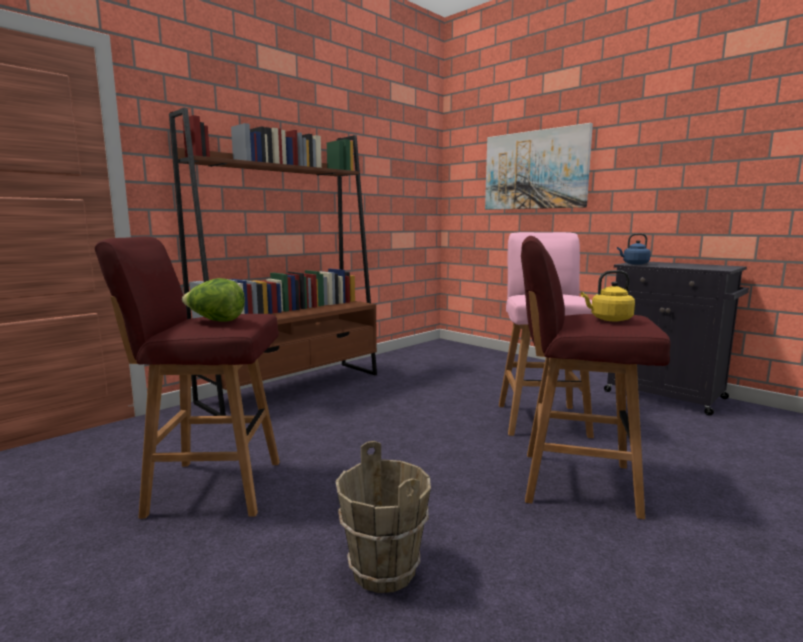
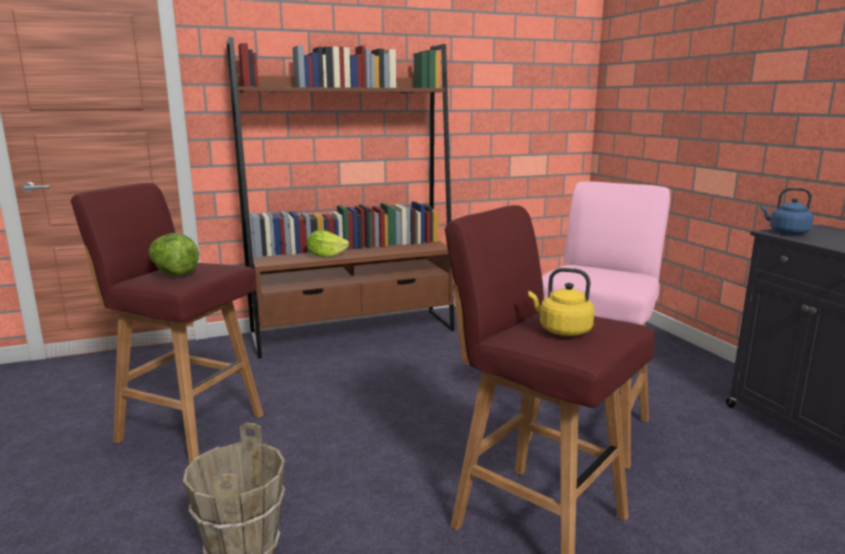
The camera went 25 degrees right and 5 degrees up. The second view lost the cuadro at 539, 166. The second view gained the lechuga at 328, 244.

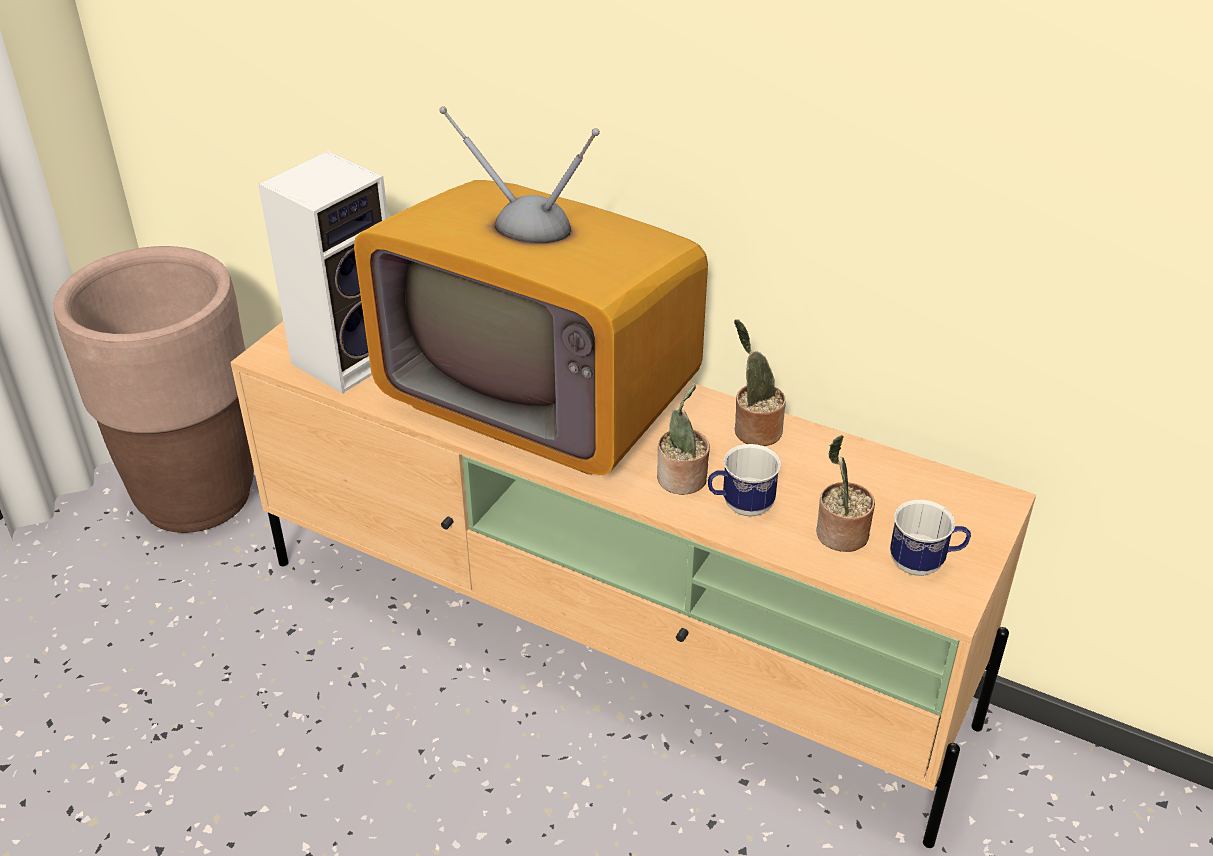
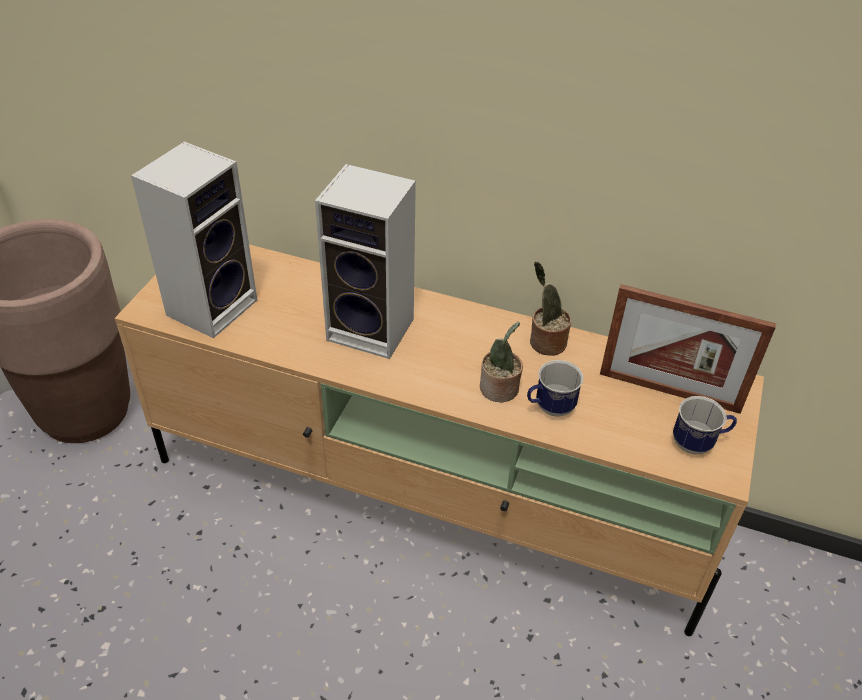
The camera went 10 degrees left and 5 degrees up. Where the televisor stood at 531, 290, the altavoz came to stand at 365, 261. The second view lost the planta en maceta at 845, 493. The second view gained the portarretratos at 688, 349.

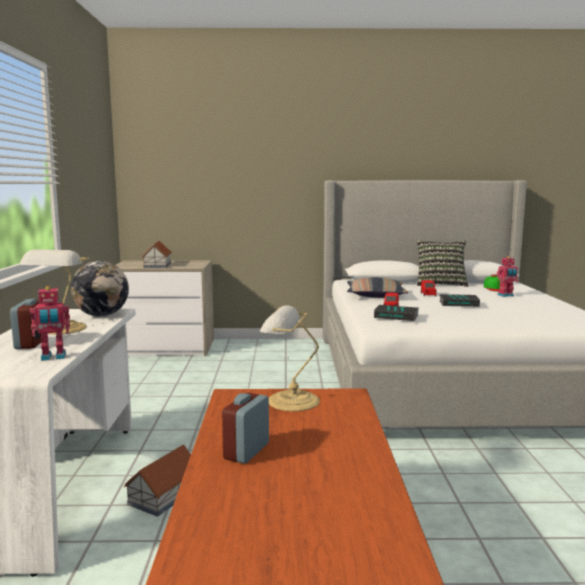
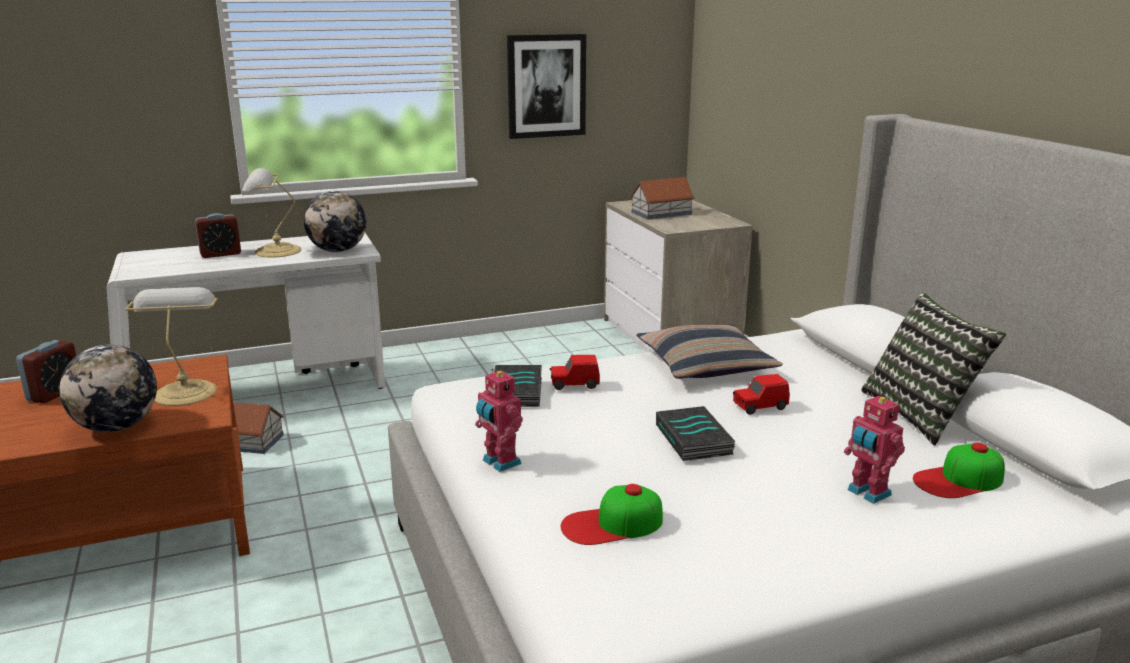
The camera went 70 degrees right and 10 degrees up. The robot de juguete ended up elsewhere, having gone from 50, 323 to 499, 420. The despertador at 245, 428 ended up facing another way, 105 degrees clockwise from before. The second view gained the globo terráqueo at 108, 388. The second view gained the cuadro at 546, 86. The second view gained the gorra at 612, 514.

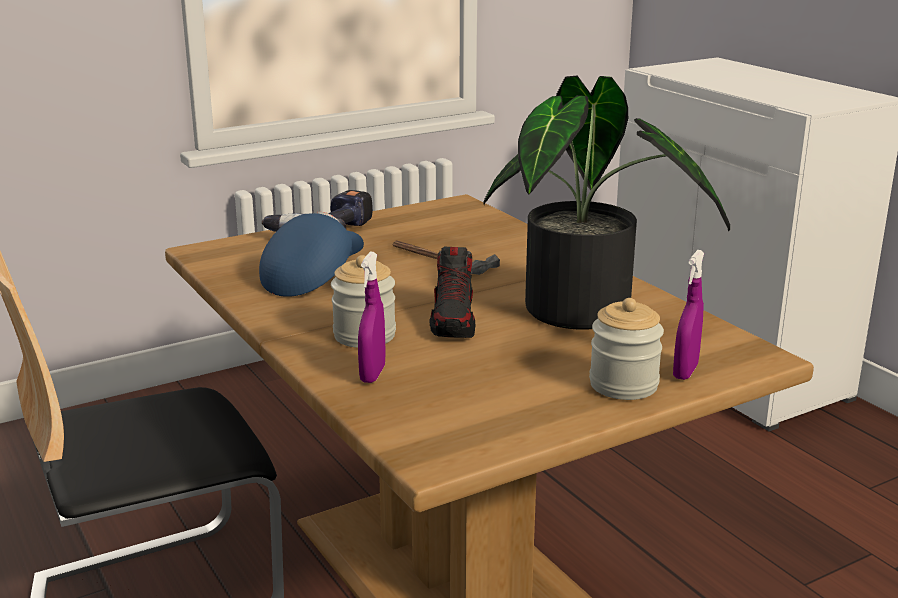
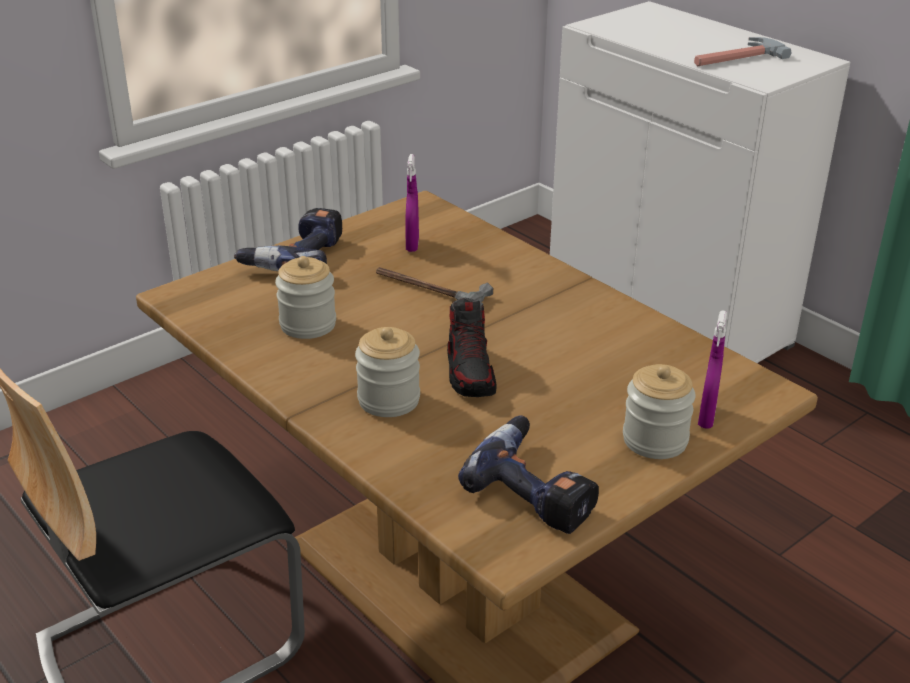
The camera went 10 degrees left and 10 degrees up. Where the gorra/azul stood at 311, 254, the tarro came to stand at 305, 297. The pulverizador/morado ended up elsewhere, having gone from 372, 317 to 412, 203. The second view lost the planta en maceta at 606, 202. The second view gained the taladro at 528, 474. The second view gained the martillo at 742, 51.

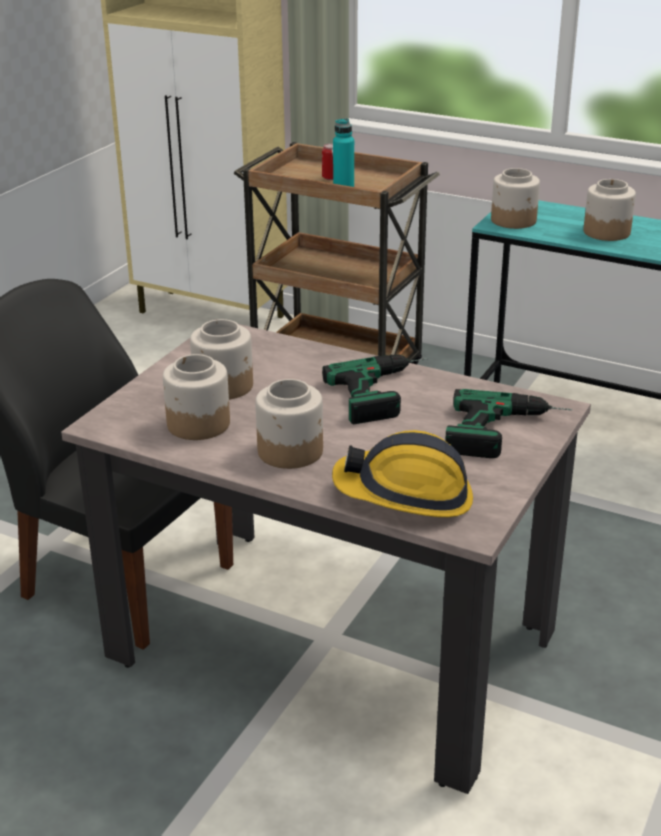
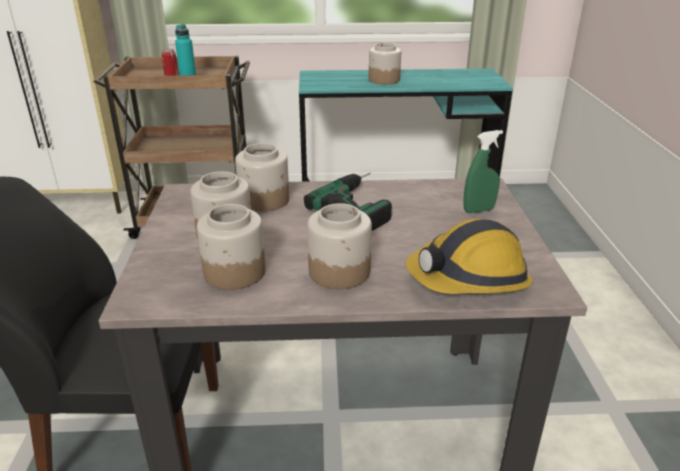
The camera went 30 degrees left and 0 degrees up. Where the taladro stood at 509, 423, the pulverizador/verde came to stand at 483, 171. The tarro ended up elsewhere, having gone from 515, 198 to 262, 177.

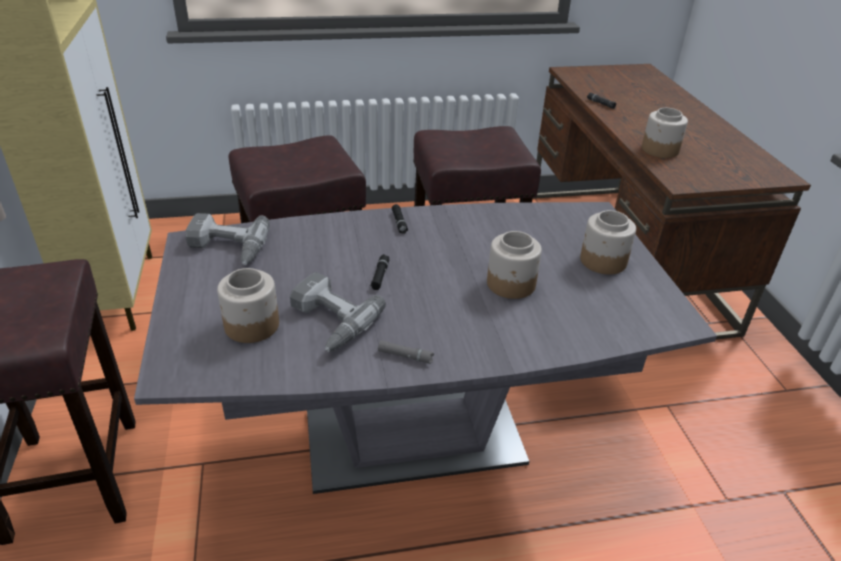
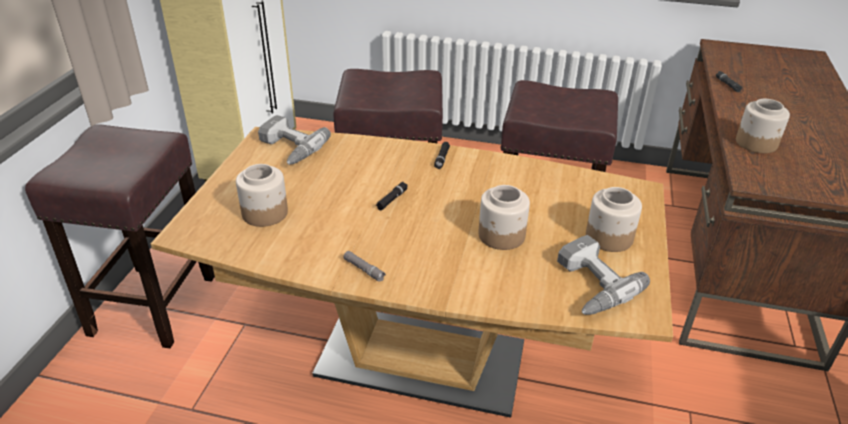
The camera went 25 degrees right and 0 degrees up. What was the mesa de comedor/gris at 425, 348 turned into the mesa de comedor/marrón at 412, 272. The taladro ended up elsewhere, having gone from 338, 312 to 603, 275.

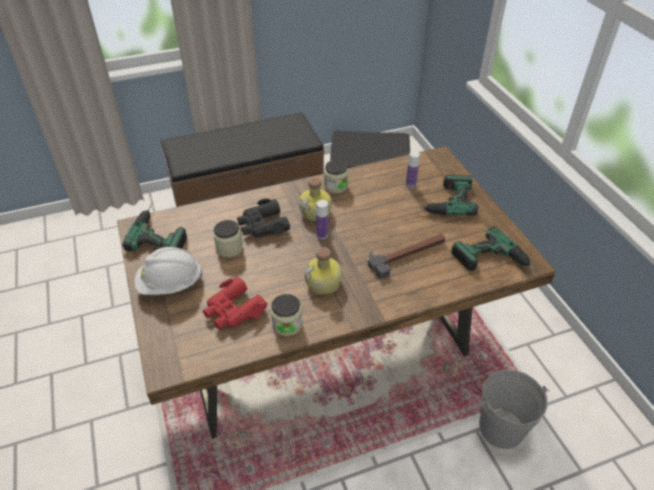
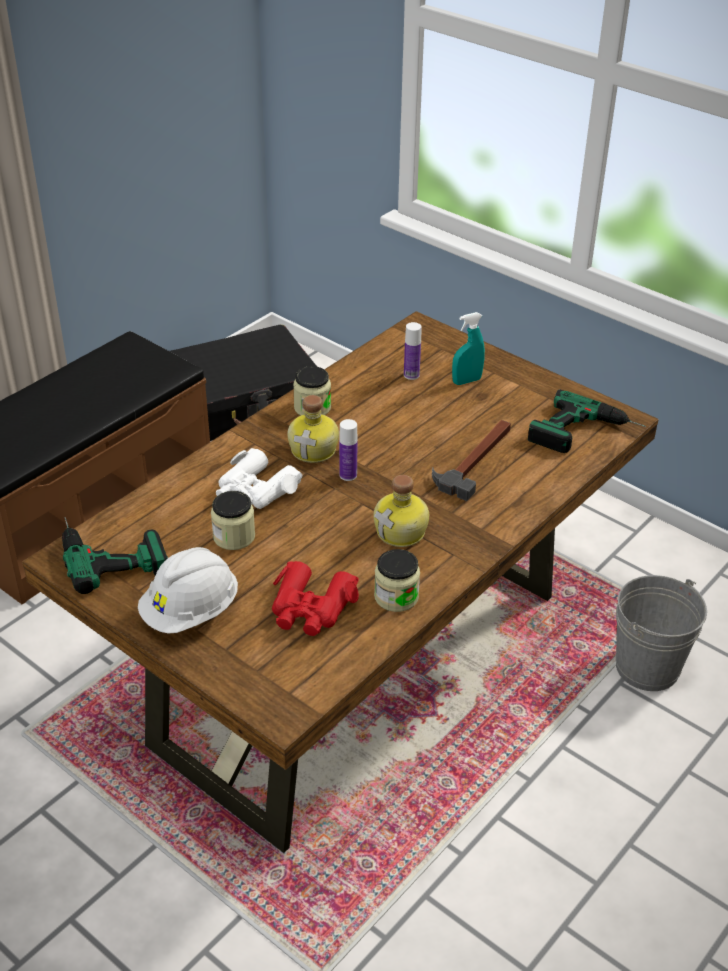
The camera went 30 degrees left and 5 degrees down. What was the prismáticos/negro at 263, 217 turned into the prismáticos/blanco at 259, 478. Where the taladro stood at 445, 195, the pulverizador/turquesa came to stand at 468, 348.

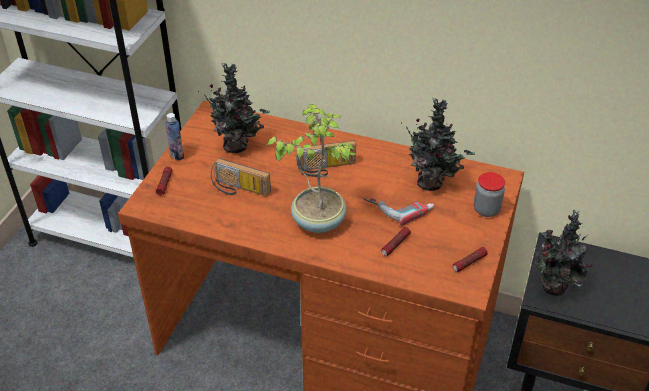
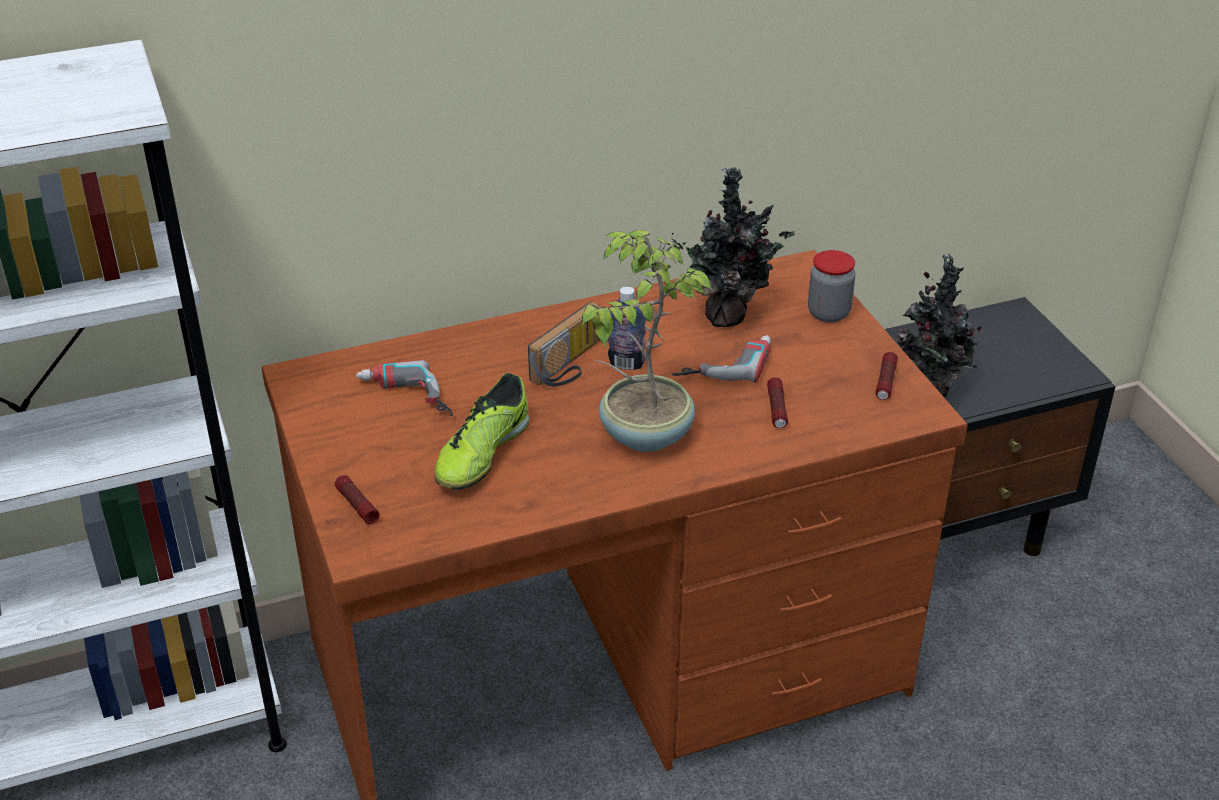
The camera went 40 degrees left and 5 degrees down. The botella ended up elsewhere, having gone from 174, 137 to 627, 328. Where the planta en maceta stood at 234, 108, the taladro came to stand at 404, 388. Where the radio stood at 241, 177, the zapato came to stand at 482, 431.

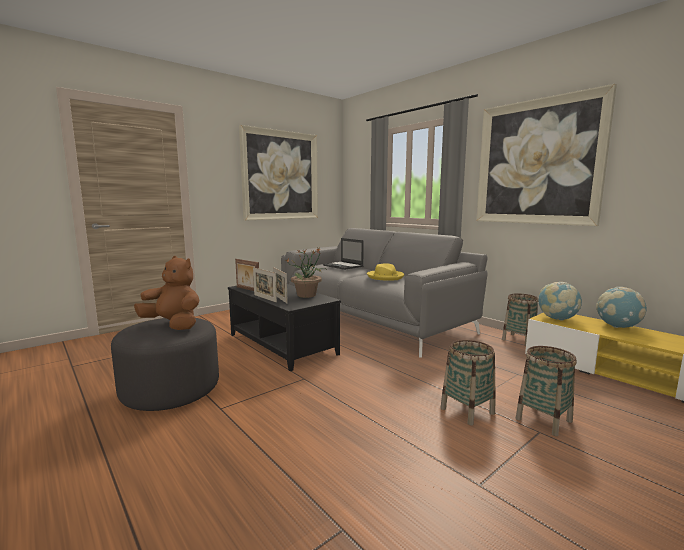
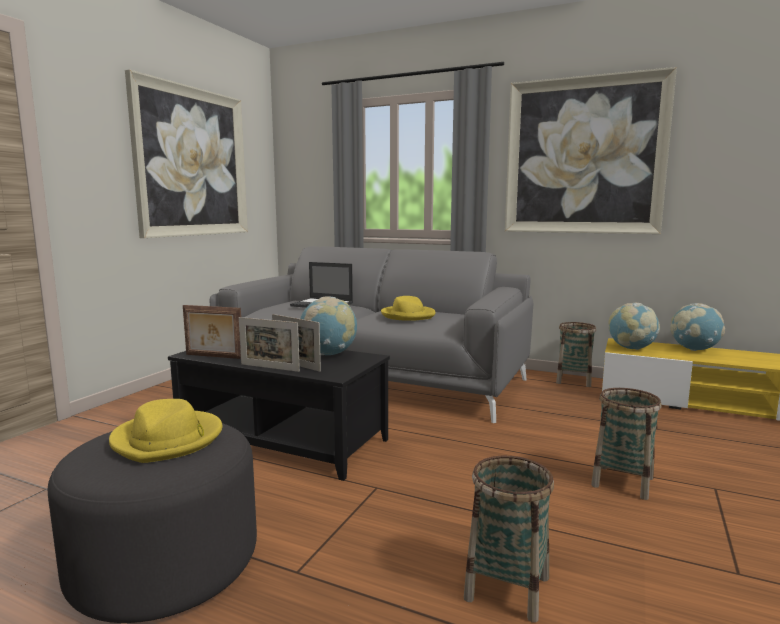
The camera went 25 degrees left and 0 degrees up. Where the peluche/marrón stood at 166, 293, the sombrero/amarillo came to stand at 165, 431. Where the planta en maceta stood at 306, 272, the globo terráqueo came to stand at 328, 326. The cesta ended up elsewhere, having gone from 546, 391 to 509, 539.

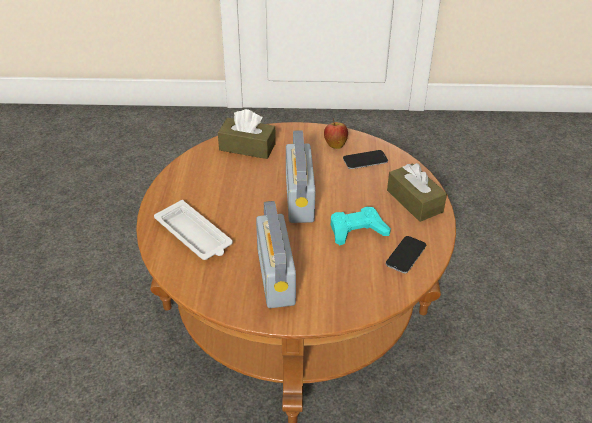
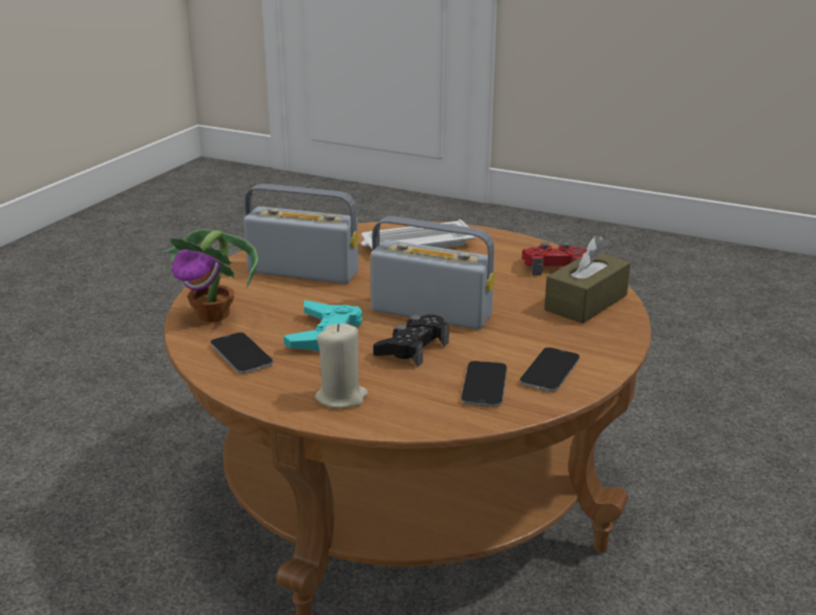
The camera went 115 degrees right and 15 degrees down. Where the manzana stood at 336, 133, the móvil came to stand at 550, 369. Where the caja de pañuelos/marrón stood at 417, 192, the vela/beis came to stand at 341, 366. The second view gained the planta en maceta at 210, 275. The second view gained the mando de consola/negro at 411, 340. The second view gained the mando de consola/rojo at 554, 258.

